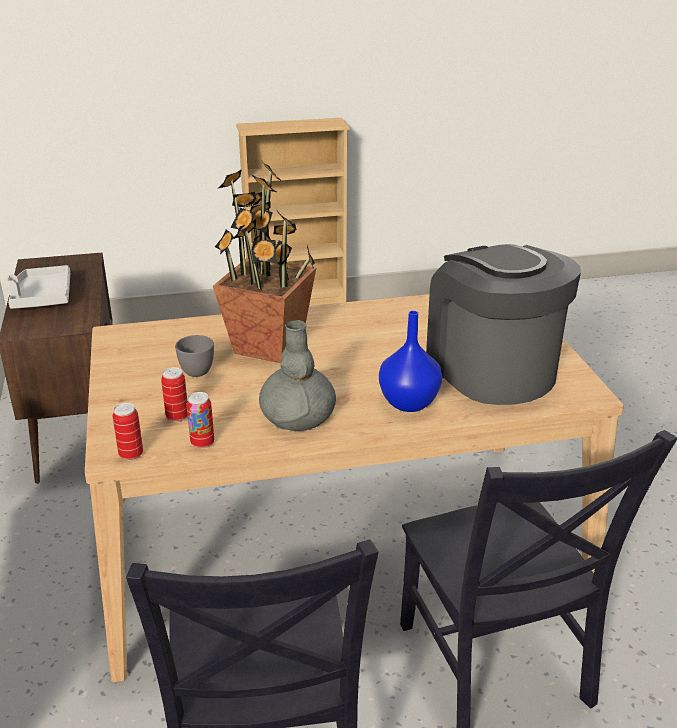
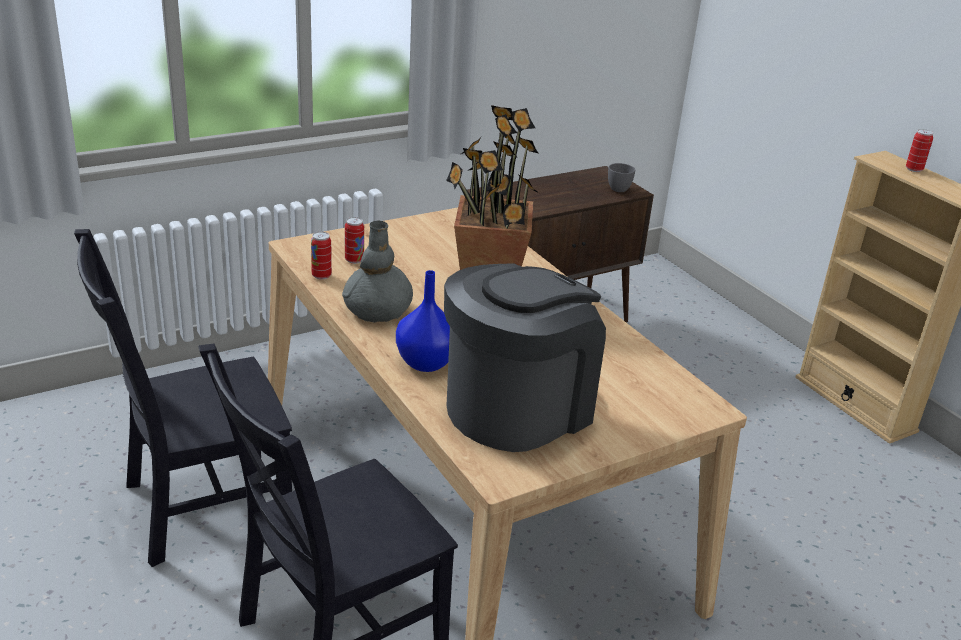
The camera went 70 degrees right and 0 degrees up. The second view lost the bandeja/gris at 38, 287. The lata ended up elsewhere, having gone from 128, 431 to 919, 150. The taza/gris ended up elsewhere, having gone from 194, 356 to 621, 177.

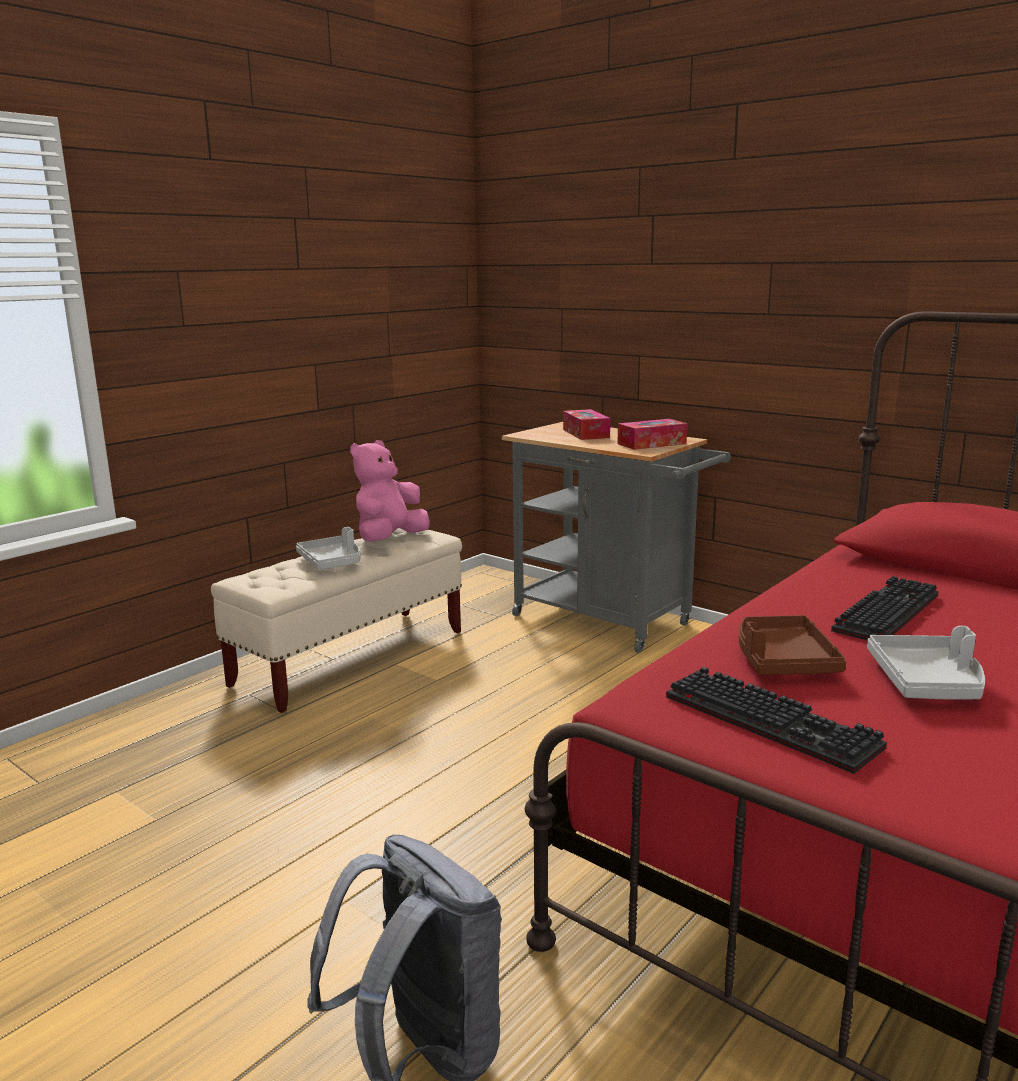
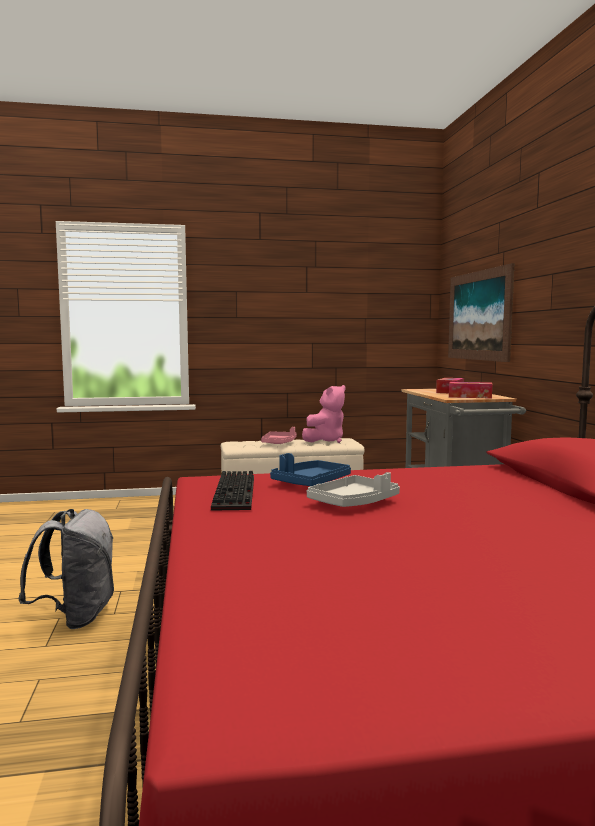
The camera went 40 degrees right and 10 degrees down. What was the bandeja/gris at 328, 548 turned into the bandeja/rosa at 279, 435. The peluche/rosa at 390, 491 ended up facing another way, 150 degrees clockwise from before. What was the bandeja/marrón at 792, 644 turned into the bandeja/azul at 310, 469. The second view lost the teclado at 884, 608. The second view gained the cuadro at 481, 312.

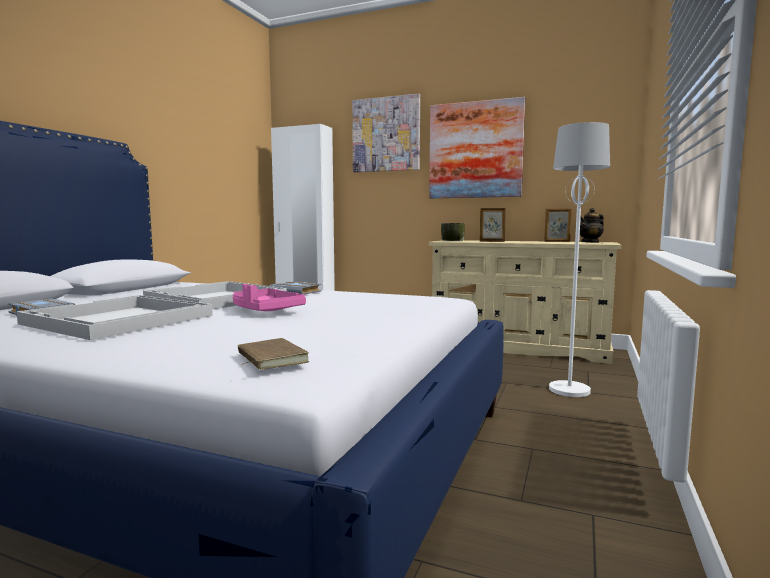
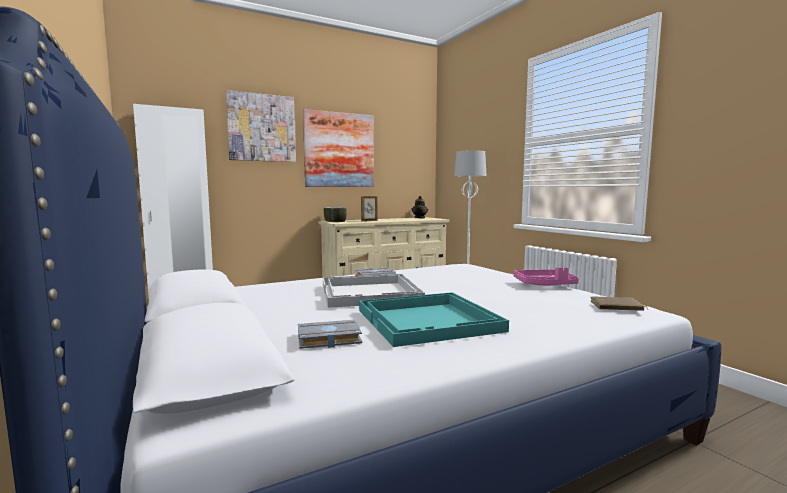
The camera went 50 degrees left and 0 degrees up. What was the bandeja/blanco at 115, 317 turned into the bandeja/turquesa at 434, 319. The bandeja/rosa ended up elsewhere, having gone from 269, 297 to 546, 276. The second view lost the portarretratos at 558, 225.

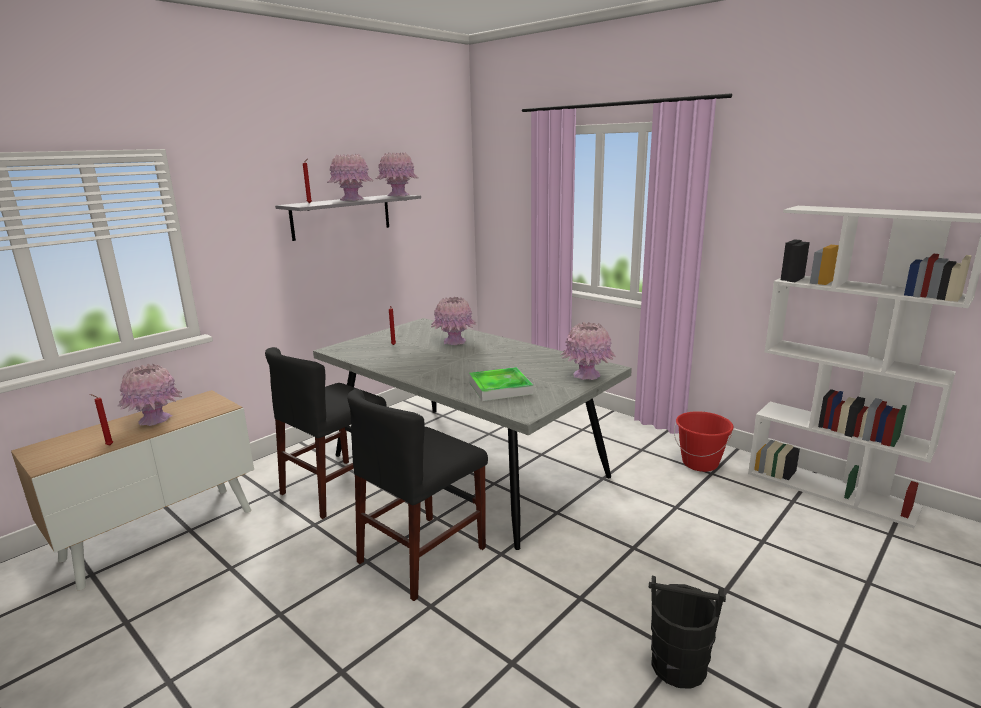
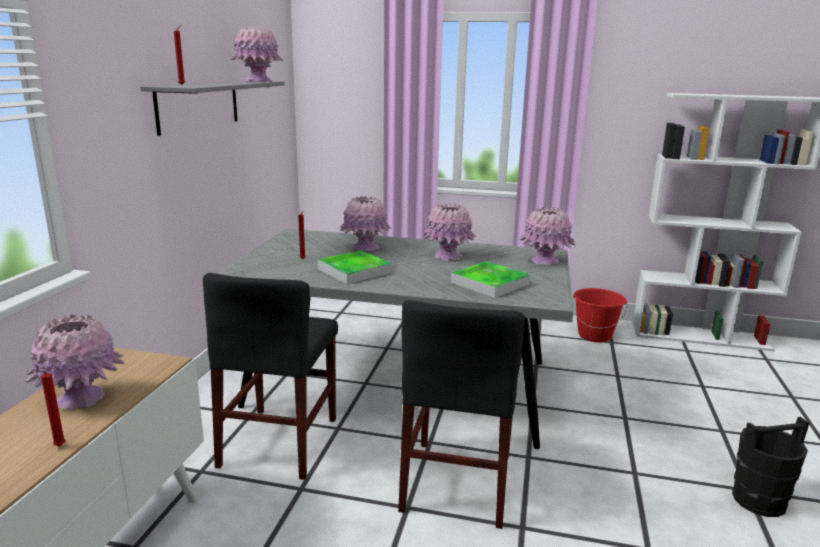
The camera went 30 degrees left and 0 degrees up. The florero/rosa ended up elsewhere, having gone from 350, 177 to 449, 232. The second view gained the bandeja at 355, 267.

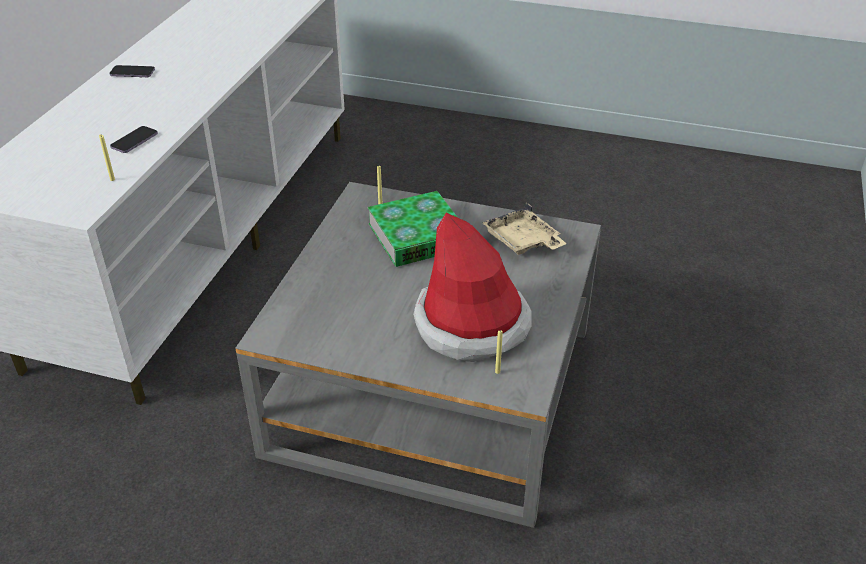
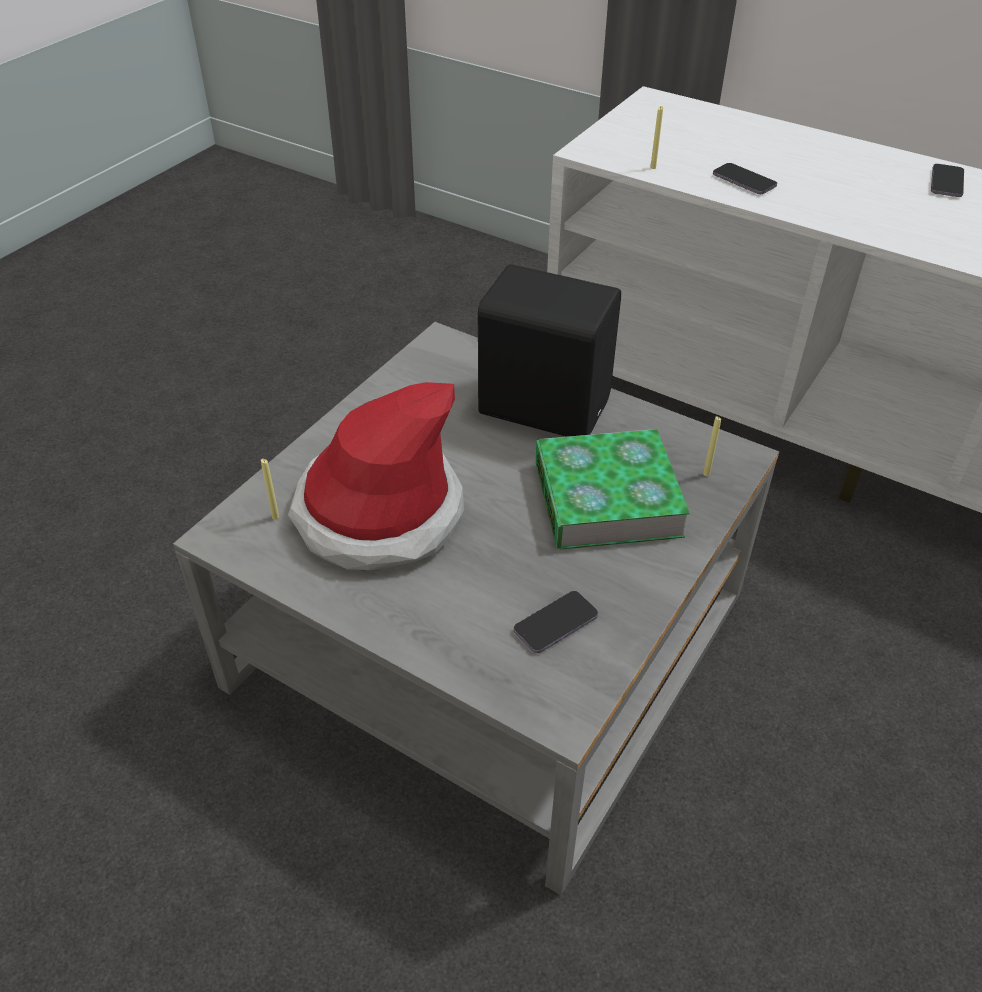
The camera went 105 degrees right and 5 degrees up. Where the bandeja/beis stood at 524, 228, the móvil came to stand at 556, 622. The second view gained the altavoz/negro at 549, 350.

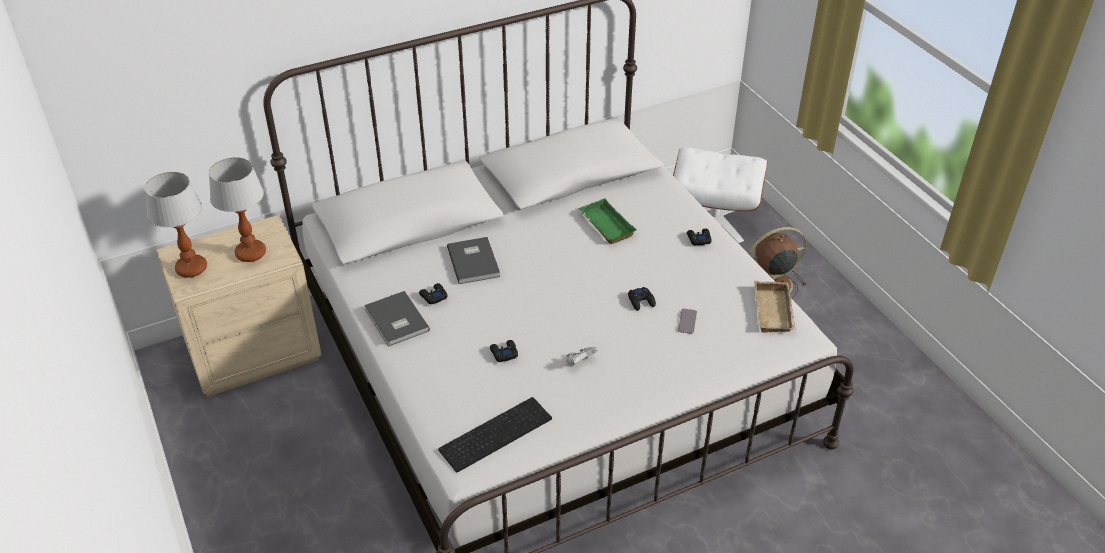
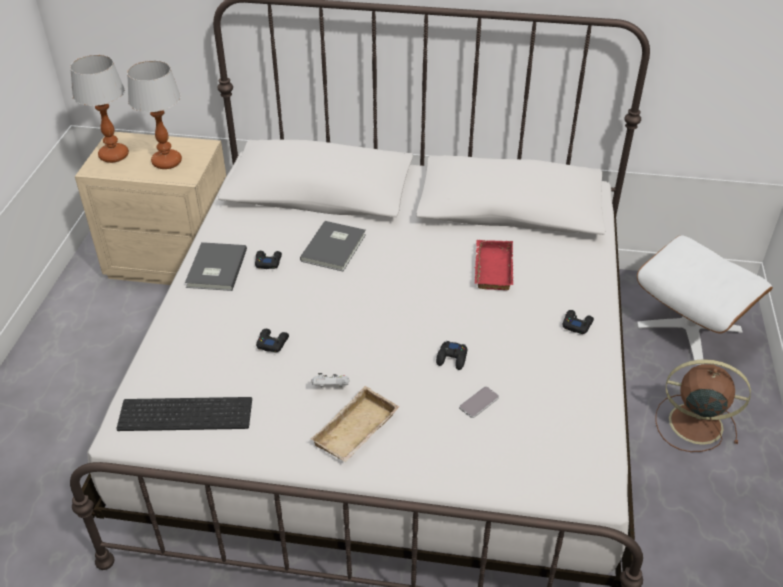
The camera went 35 degrees right and 0 degrees up. What was the bandeja/verde at 607, 221 turned into the bandeja/rojo at 494, 265. The bandeja/beis ended up elsewhere, having gone from 775, 307 to 355, 424.

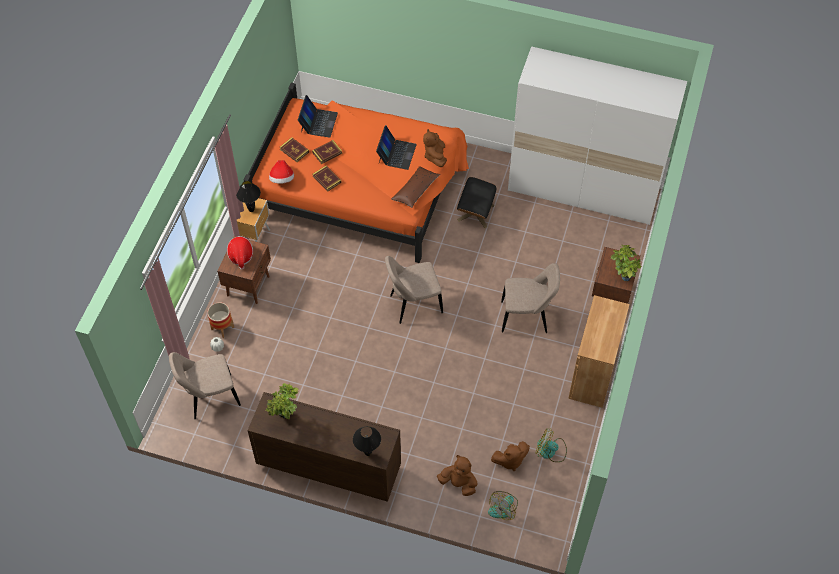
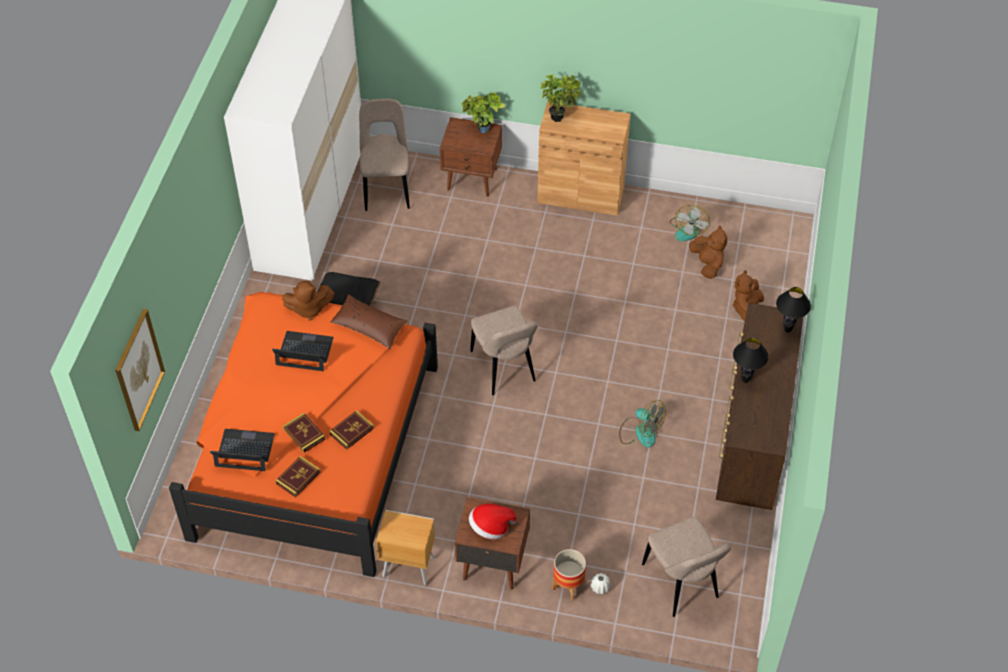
The camera went 95 degrees left and 5 degrees down. The lámpara de mesa/negro ended up elsewhere, having gone from 248, 196 to 751, 360. The planta en maceta ended up elsewhere, having gone from 282, 401 to 560, 98. The second view lost the sombrero at 281, 172. The ventilador ended up elsewhere, having gone from 503, 505 to 642, 424. The silla/beis ended up elsewhere, having gone from 530, 298 to 384, 155. The second view gained the cuadro at 140, 370.

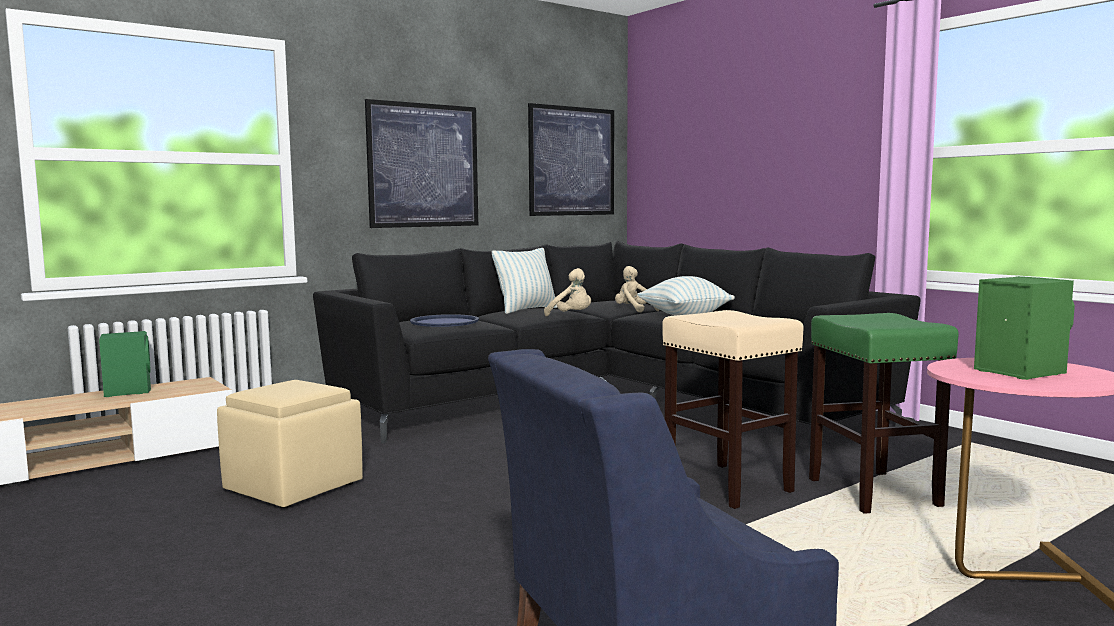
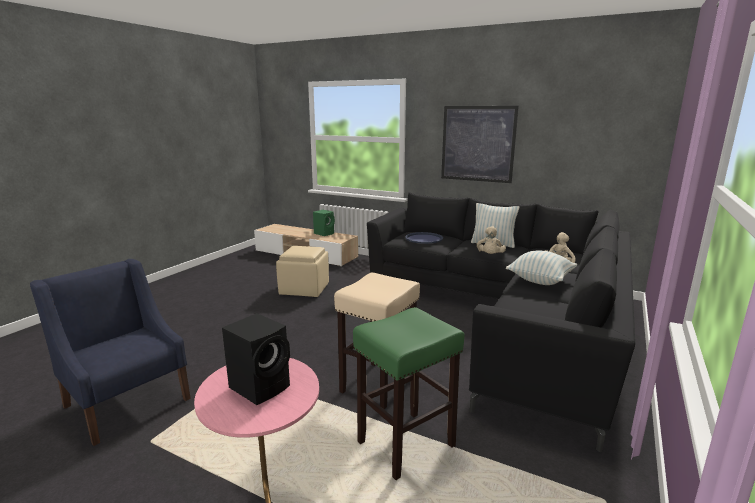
The camera went 65 degrees right and 10 degrees up. The second view lost the cuadro at 571, 159. What was the altavoz/verde at 1024, 328 turned into the altavoz/negro at 256, 359.

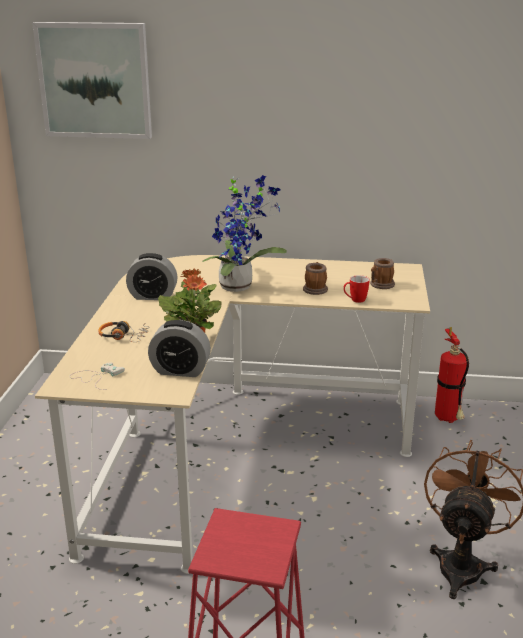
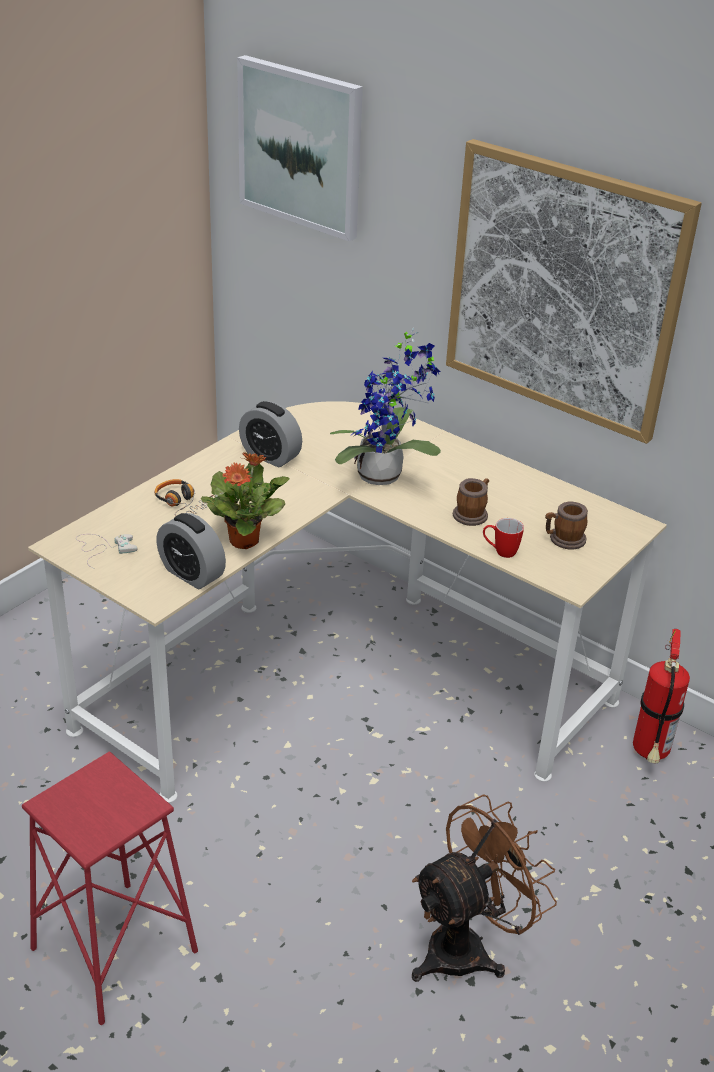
The camera went 30 degrees right and 10 degrees up. The second view gained the cuadro at 574, 291.

